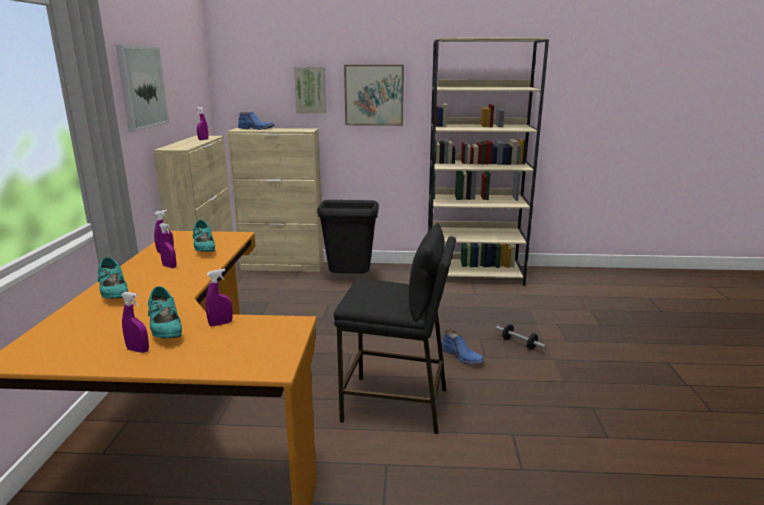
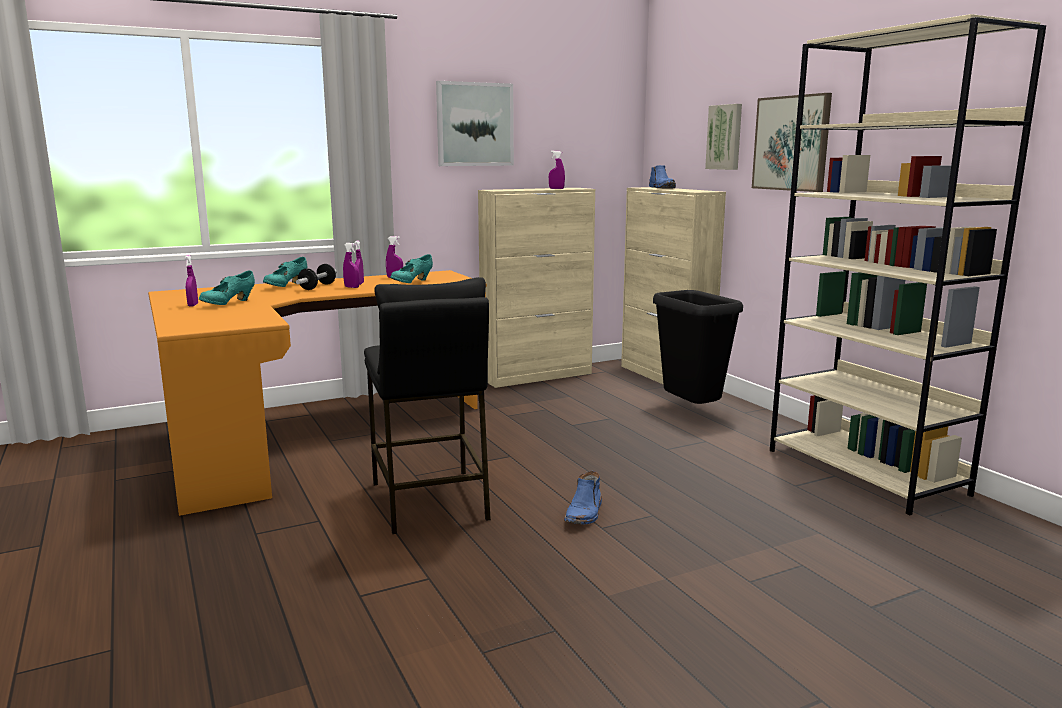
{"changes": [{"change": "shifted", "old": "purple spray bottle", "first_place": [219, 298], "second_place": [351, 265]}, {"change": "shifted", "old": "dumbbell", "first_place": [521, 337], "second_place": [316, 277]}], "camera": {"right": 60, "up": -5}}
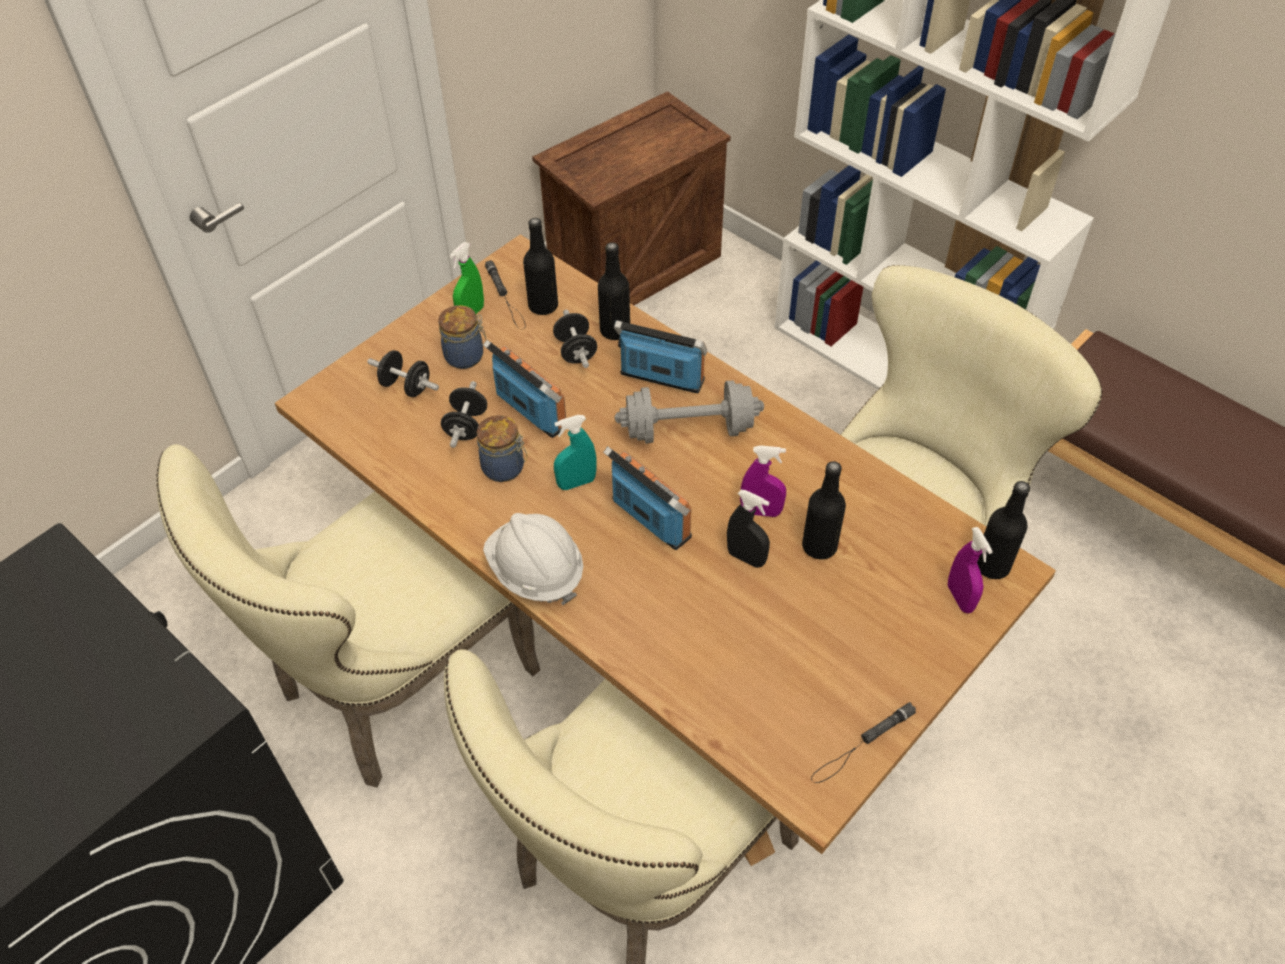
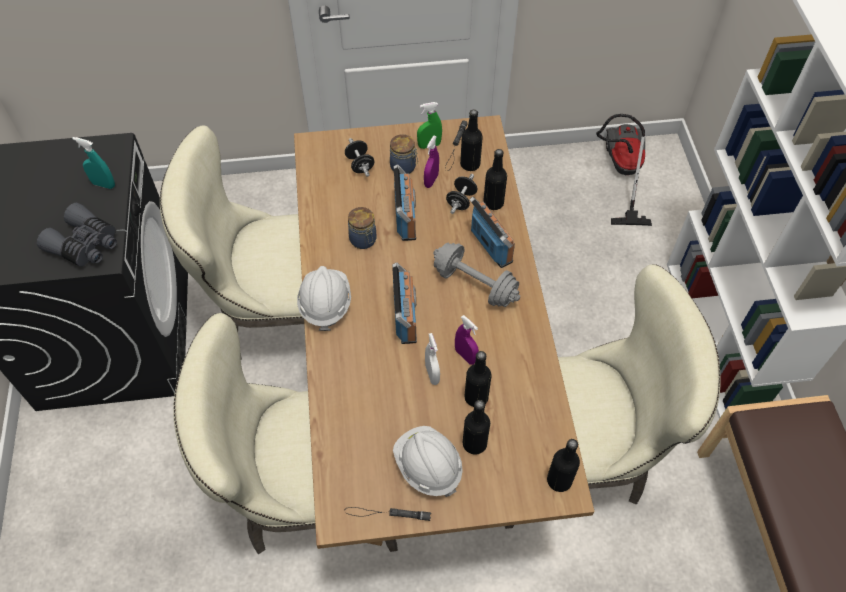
{"changes": [{"change": "gone", "old": "black dumbbell", "first_place": [464, 414]}, {"change": "new", "new": "grey binoculars", "second_place": [77, 235]}, {"change": "new", "new": "white hard hat", "second_place": [428, 461]}, {"change": "new", "new": "black bottle", "second_place": [476, 427]}, {"change": "shifted", "old": "turquoise spray bottle", "first_place": [575, 452], "second_place": [93, 163]}, {"change": "shifted", "old": "purple spray bottle", "first_place": [970, 570], "second_place": [431, 162]}, {"change": "swapped", "old": "crate", "new": "vacuum cleaner", "first_place": [631, 198], "second_place": [624, 170]}, {"change": "repainted", "old": "black spray bottle", "new": "white spray bottle", "first_place": [748, 529], "second_place": [432, 359]}], "camera": {"right": 40, "up": 5}}
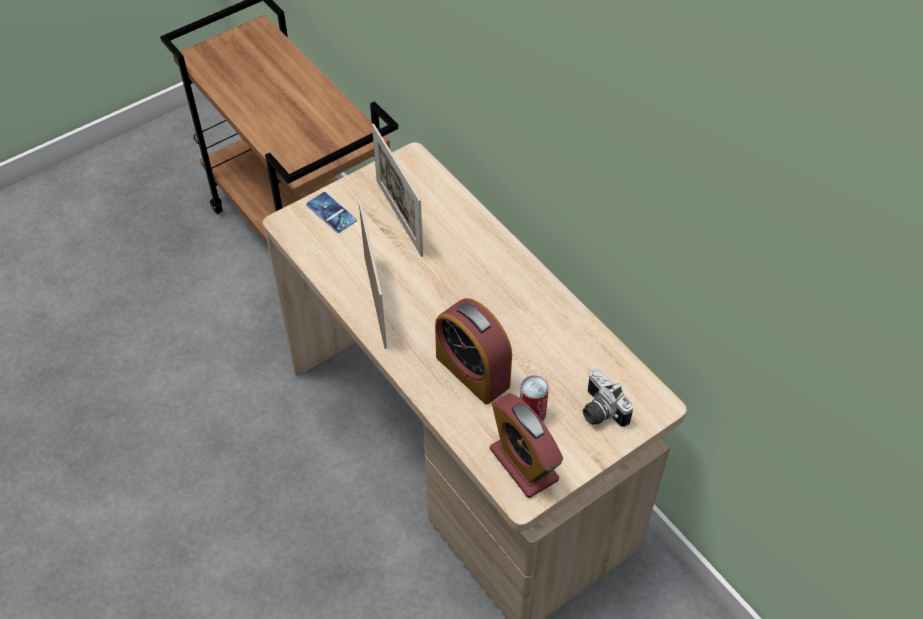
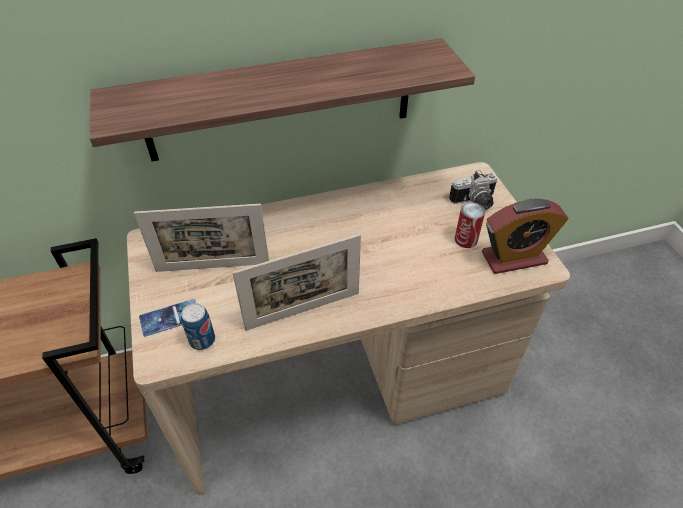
{"changes": [{"change": "gone", "old": "alarm clock", "first_place": [473, 351]}, {"change": "new", "new": "shelf", "second_place": [282, 100]}, {"change": "new", "new": "can", "second_place": [198, 326]}, {"change": "rotated", "old": "picture frame", "first_place": [373, 275], "second_place": [296, 282], "degrees": 150}], "camera": {"right": -70, "up": -5}}
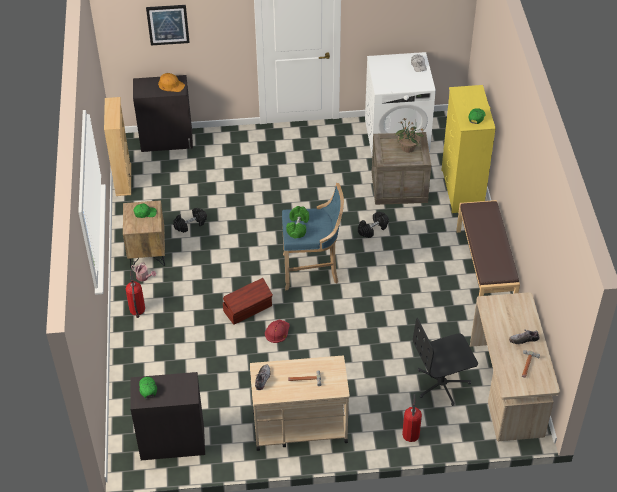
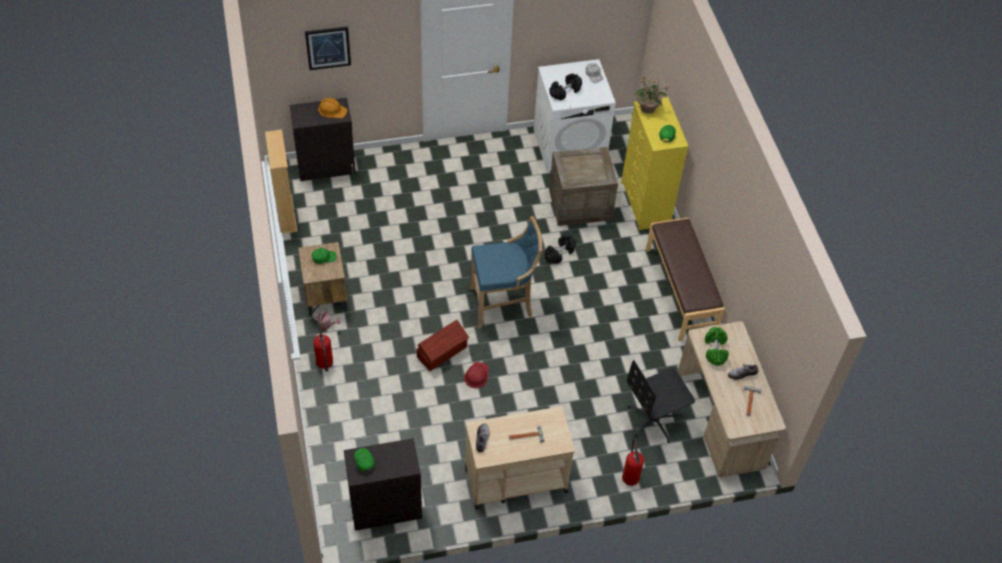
{"changes": [{"change": "shifted", "old": "black dumbbell", "first_place": [190, 220], "second_place": [565, 86]}, {"change": "shifted", "old": "green dumbbell", "first_place": [297, 222], "second_place": [717, 346]}, {"change": "shifted", "old": "potted plant", "first_place": [410, 135], "second_place": [651, 94]}], "camera": {"right": -10, "up": 5}}
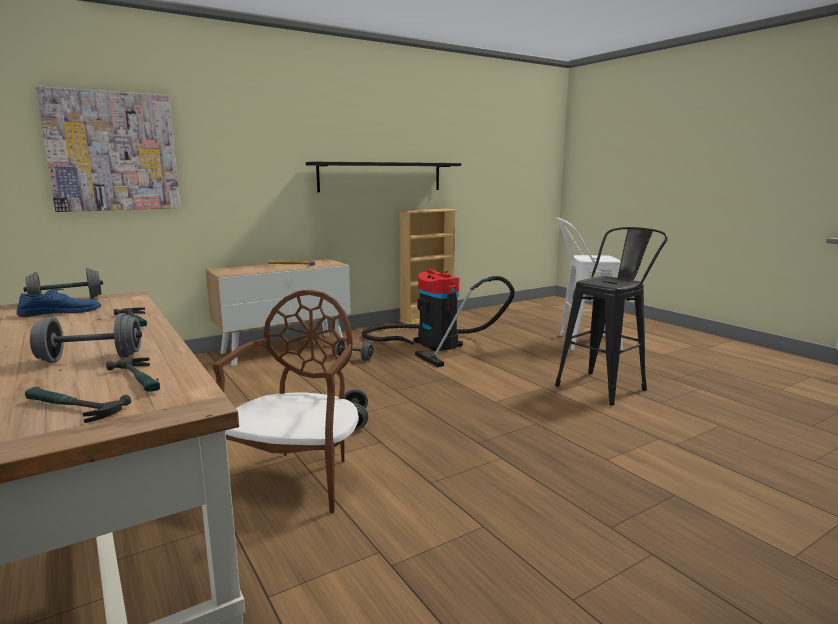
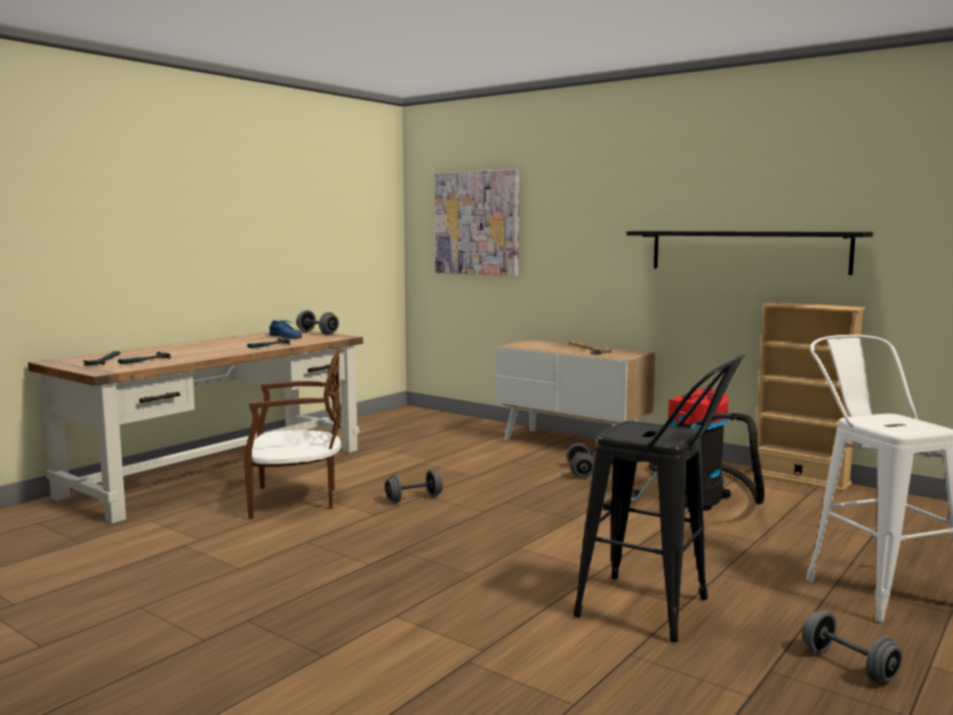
{"changes": [{"change": "shifted", "old": "grey dumbbell", "first_place": [86, 338], "second_place": [852, 646]}], "camera": {"right": 70, "up": -5}}
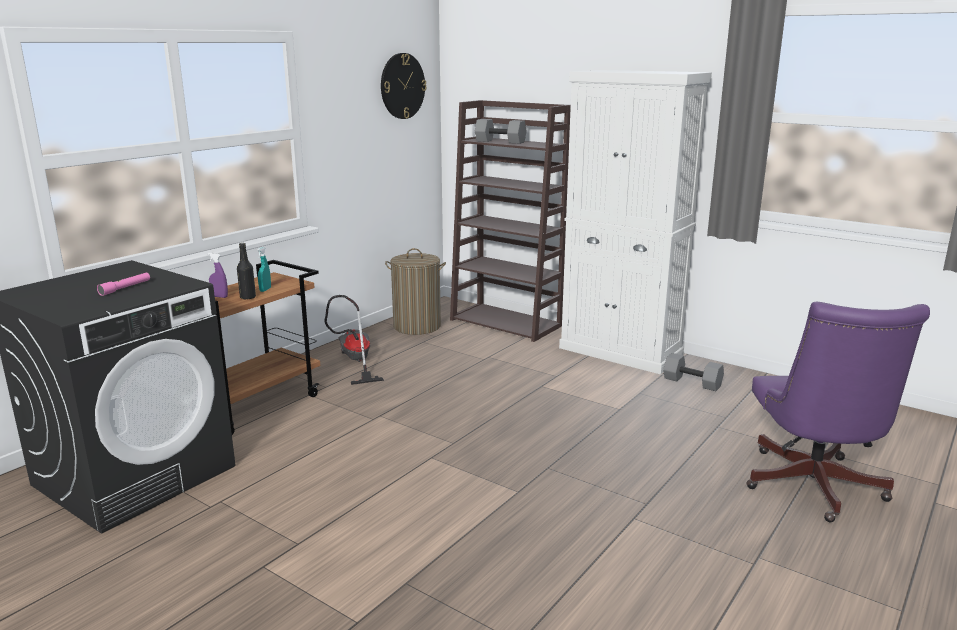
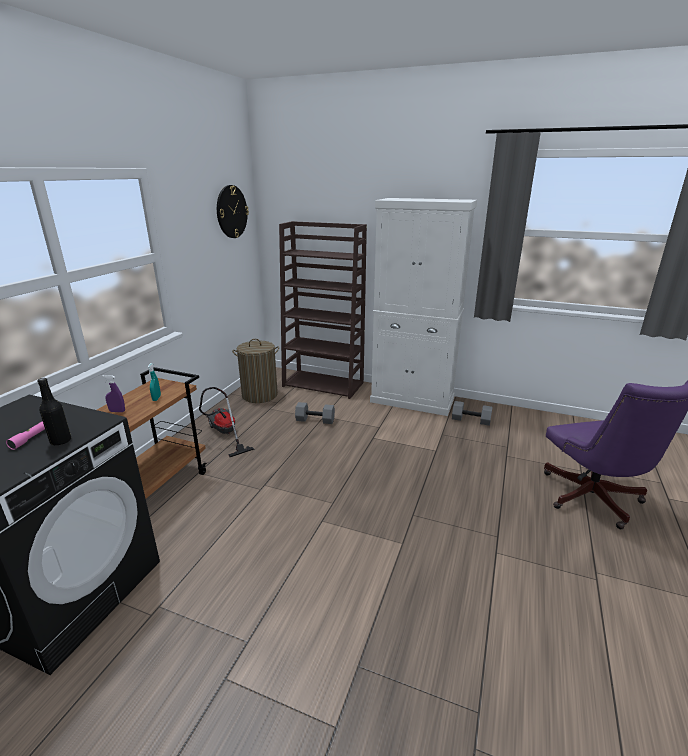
{"changes": [{"change": "shifted", "old": "black bottle", "first_place": [246, 271], "second_place": [54, 412]}, {"change": "shifted", "old": "grey dumbbell", "first_place": [501, 131], "second_place": [315, 413]}], "camera": {"right": -15, "up": 5}}
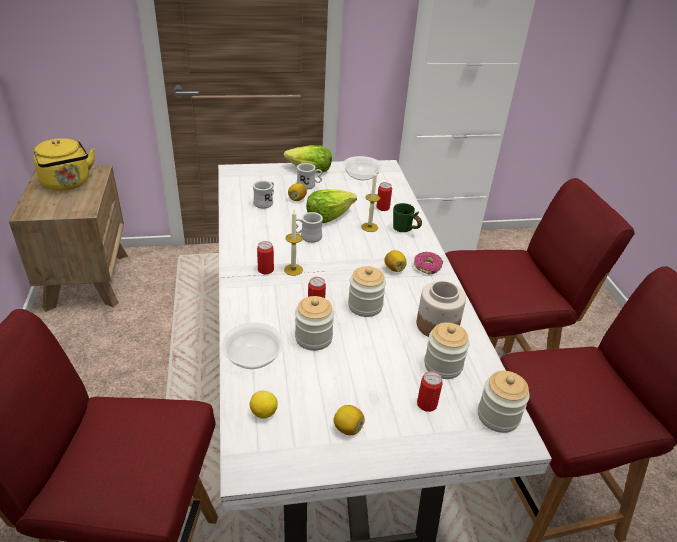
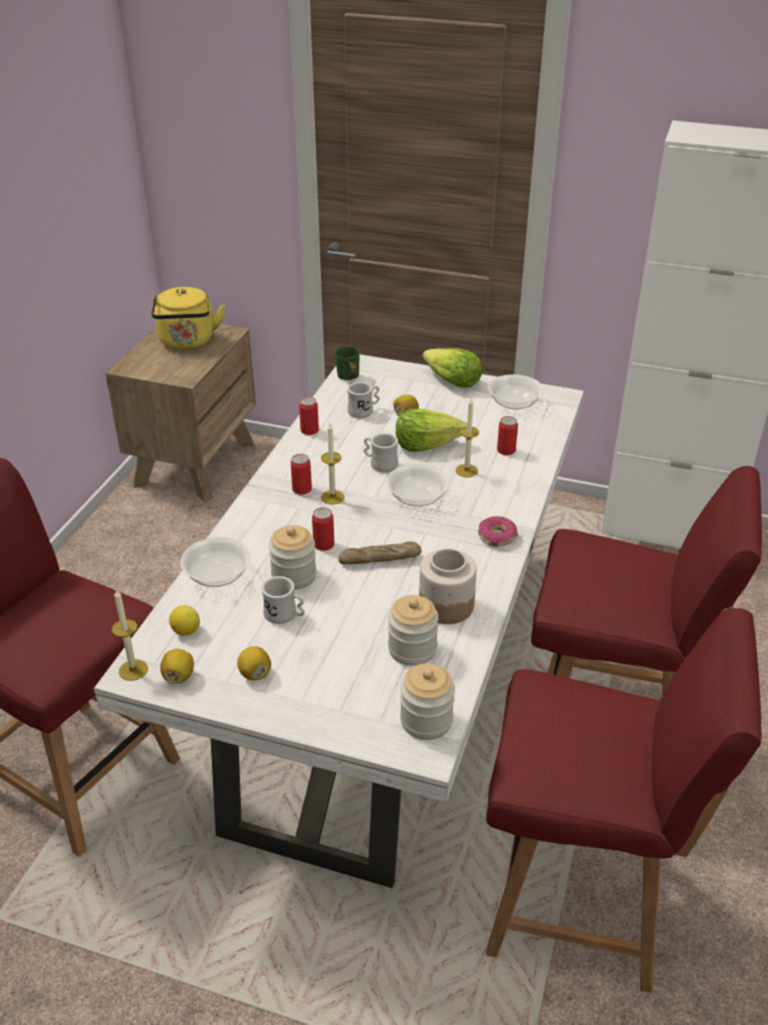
{"changes": [{"change": "new", "new": "candle", "second_place": [130, 635]}, {"change": "new", "new": "bowl", "second_place": [418, 485]}, {"change": "shifted", "old": "white mug", "first_place": [309, 176], "second_place": [283, 600]}, {"change": "shifted", "old": "lemon", "first_place": [395, 261], "second_place": [177, 666]}, {"change": "shifted", "old": "green mug", "first_place": [407, 217], "second_place": [347, 363]}, {"change": "shifted", "old": "can", "first_place": [430, 391], "second_place": [309, 416]}, {"change": "swapped", "old": "jar", "new": "bread", "first_place": [367, 291], "second_place": [379, 552]}], "camera": {"right": 30, "up": 0}}
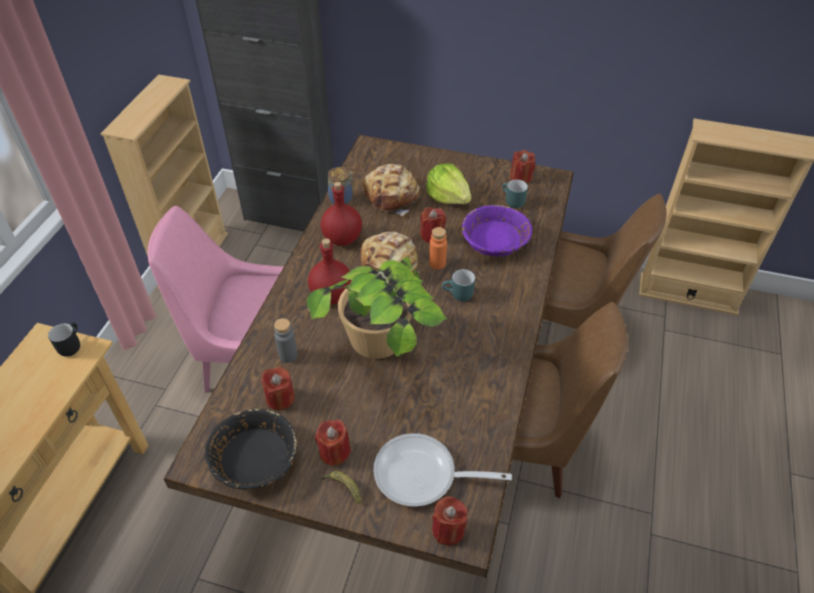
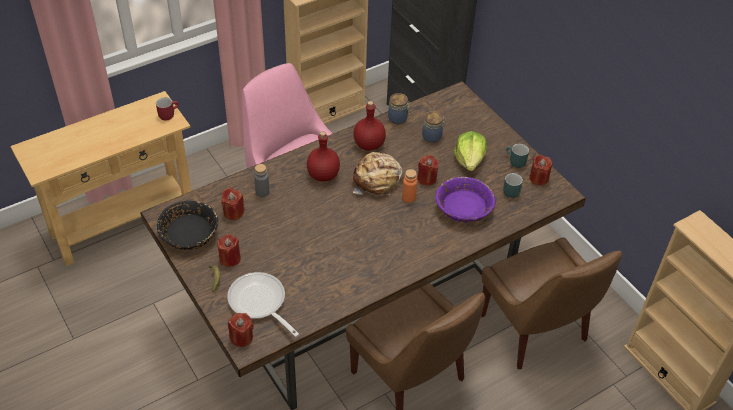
{"changes": [{"change": "gone", "old": "potted plant", "first_place": [377, 307]}, {"change": "shifted", "old": "turquoise mug", "first_place": [458, 285], "second_place": [517, 156]}, {"change": "swapped", "old": "bread", "new": "jar", "first_place": [391, 190], "second_place": [434, 127]}, {"change": "repainted", "old": "black mug", "new": "red mug", "first_place": [64, 339], "second_place": [167, 109]}], "camera": {"right": 40, "up": 0}}
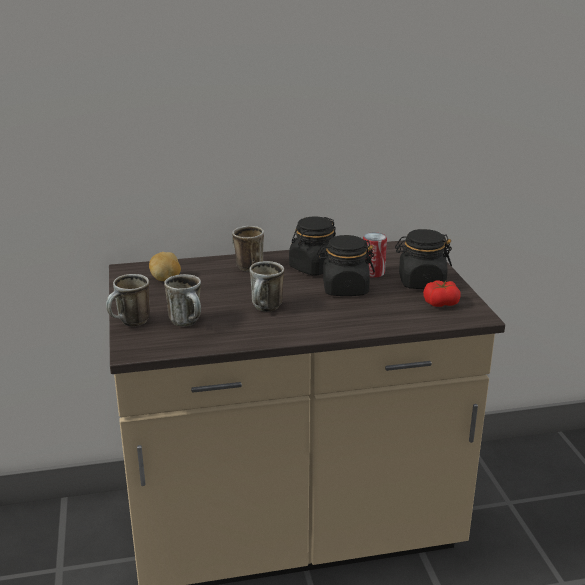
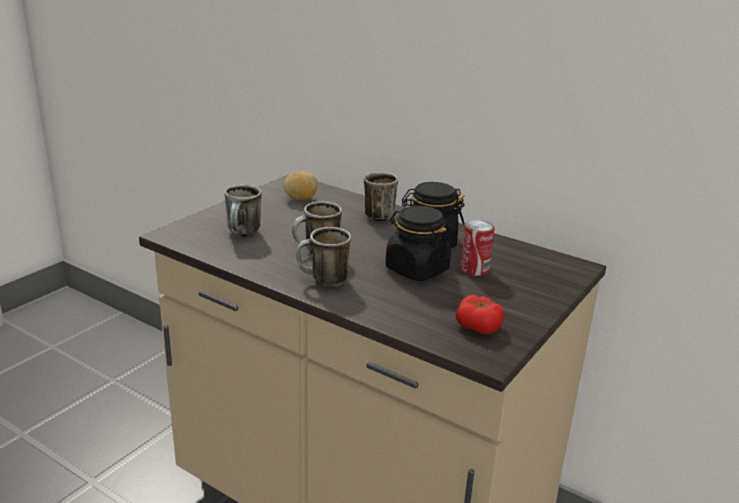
{"changes": [{"change": "gone", "old": "black jar", "first_place": [423, 259]}, {"change": "shifted", "old": "mug", "first_place": [128, 300], "second_place": [323, 257]}], "camera": {"right": 45, "up": 0}}
